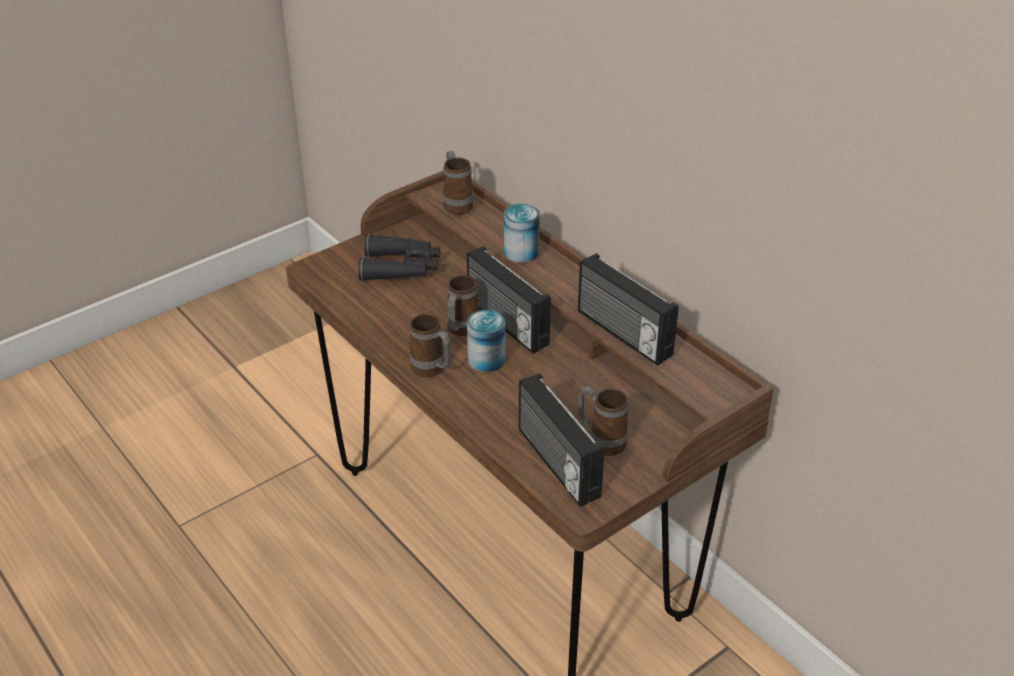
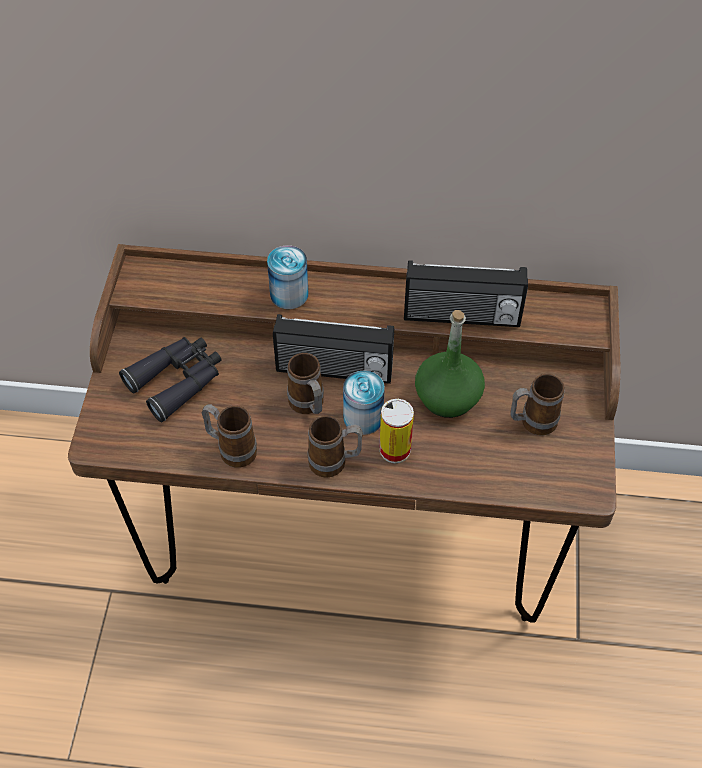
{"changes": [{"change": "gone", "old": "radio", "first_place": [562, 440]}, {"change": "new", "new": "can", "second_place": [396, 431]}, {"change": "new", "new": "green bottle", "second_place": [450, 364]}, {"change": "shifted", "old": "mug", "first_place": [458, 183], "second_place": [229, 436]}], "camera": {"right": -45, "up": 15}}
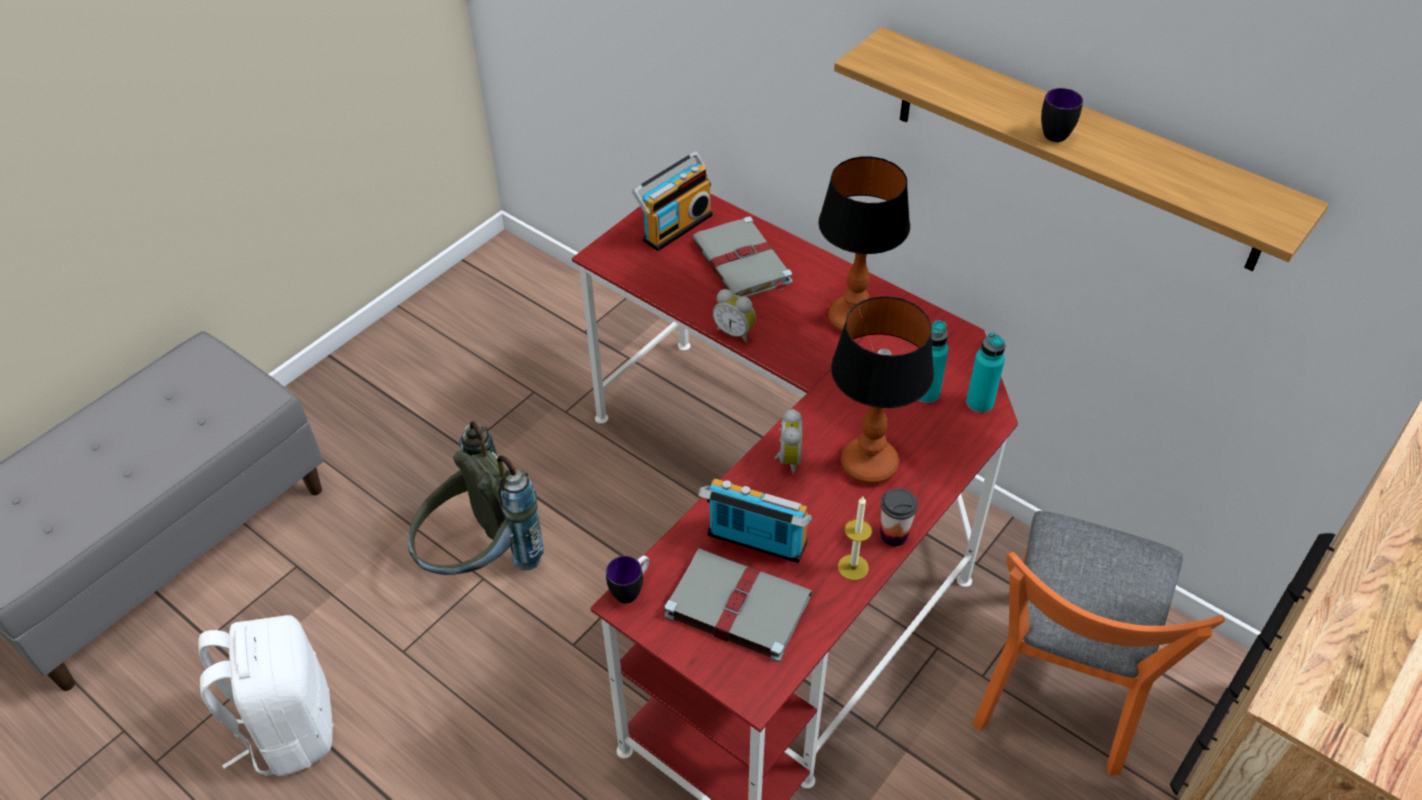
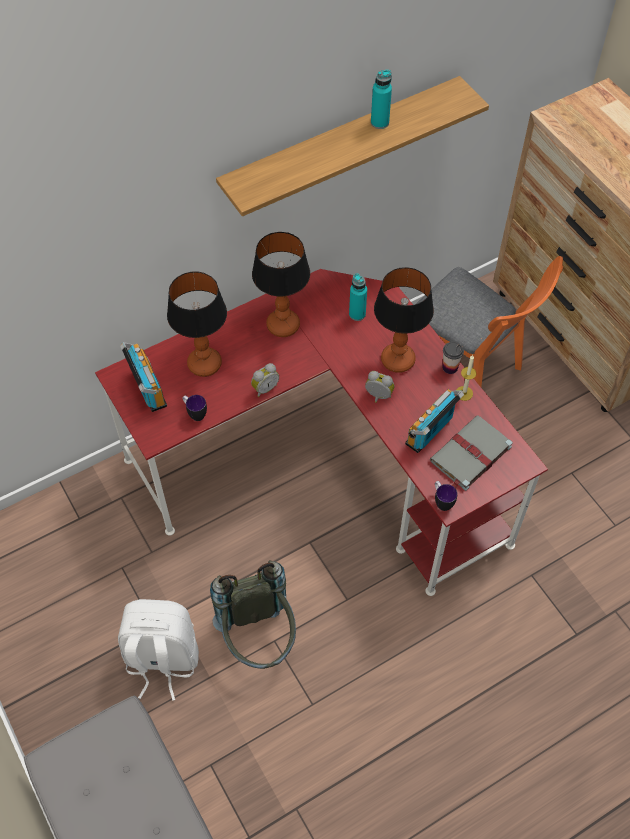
{"changes": [{"change": "shifted", "old": "white backpack", "first_place": [266, 695], "second_place": [158, 650]}, {"change": "shifted", "old": "turquoise bottle", "first_place": [986, 372], "second_place": [381, 99]}, {"change": "shifted", "old": "mug", "first_place": [1062, 115], "second_place": [194, 408]}, {"change": "swapped", "old": "grey book", "new": "table lamp", "first_place": [742, 256], "second_place": [197, 324]}], "camera": {"right": -70, "up": 10}}
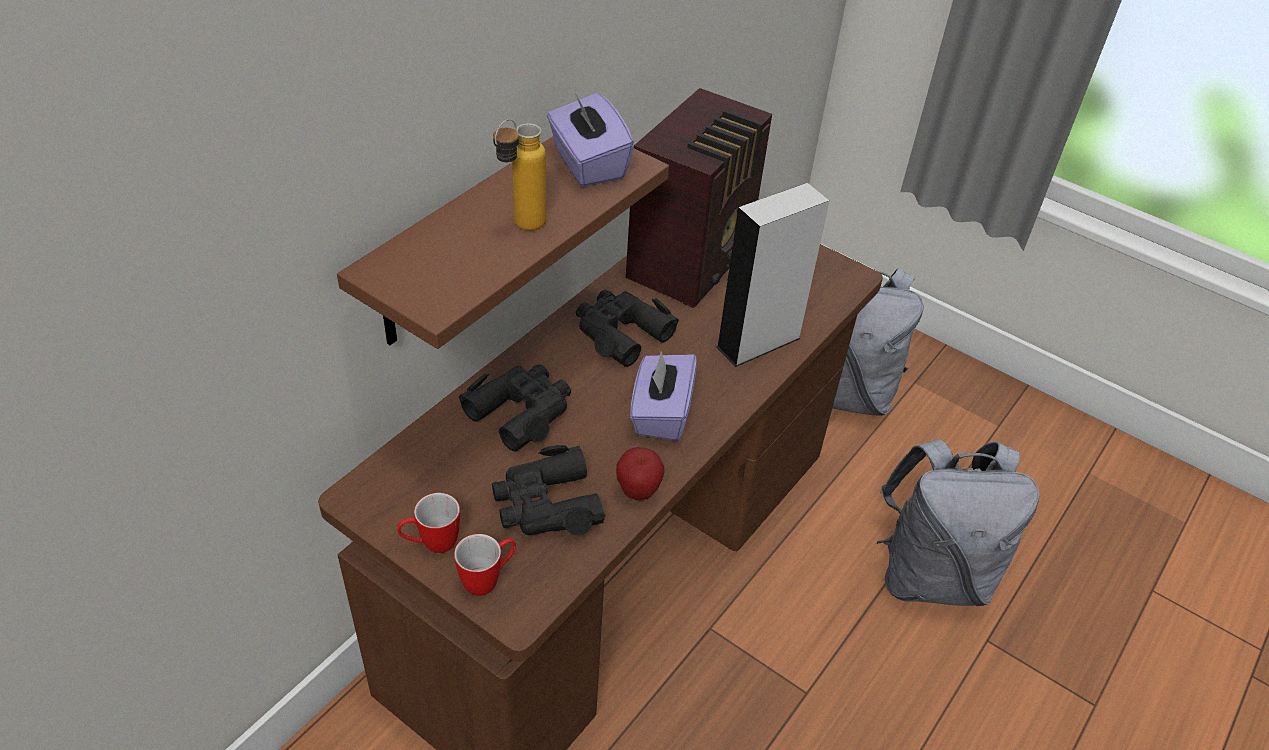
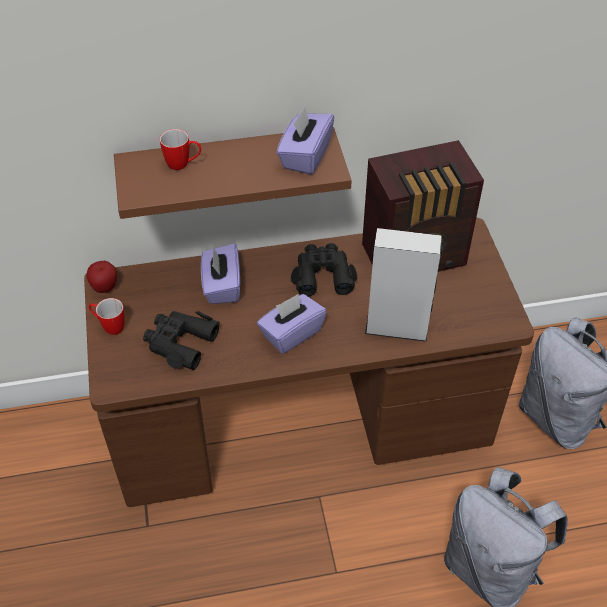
{"changes": [{"change": "gone", "old": "bottle", "first_place": [519, 174]}, {"change": "shifted", "old": "mug", "first_place": [485, 565], "second_place": [180, 149]}, {"change": "shifted", "old": "apple", "first_place": [640, 473], "second_place": [101, 277]}, {"change": "swapped", "old": "black binoculars", "new": "purple tissue box", "first_place": [515, 408], "second_place": [220, 274]}], "camera": {"right": 45, "up": 5}}
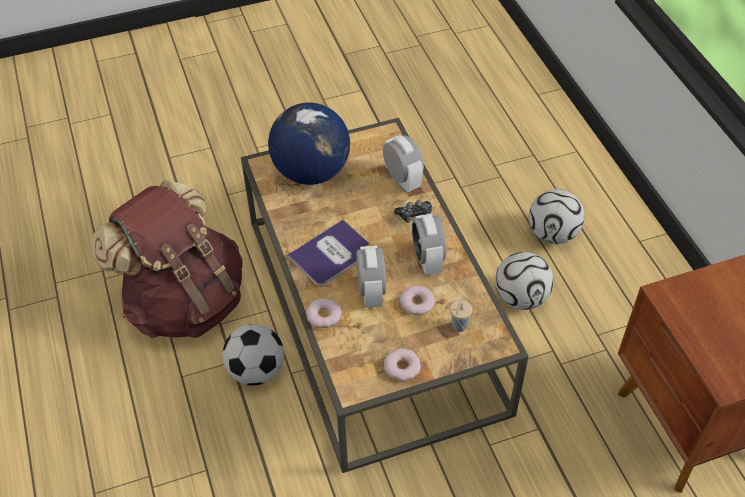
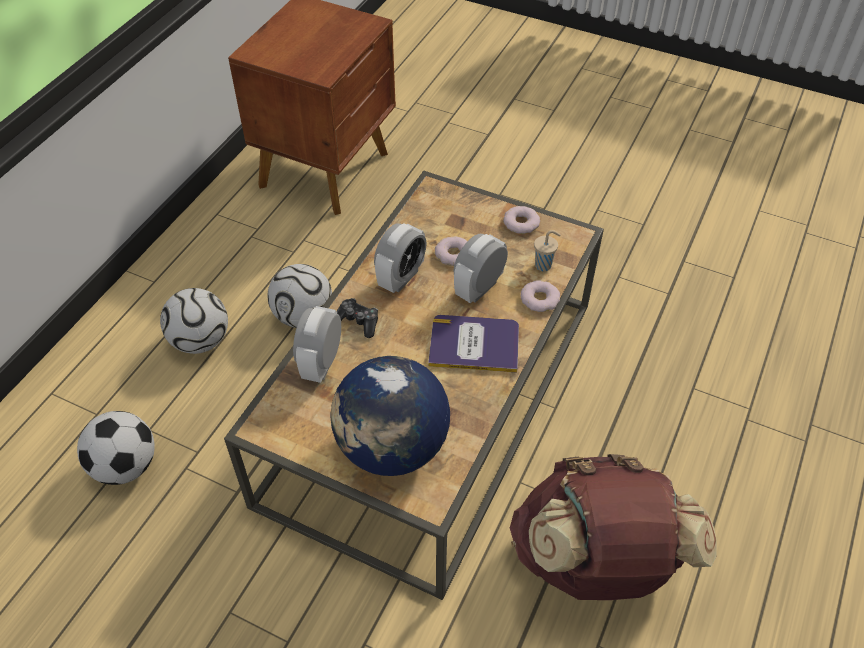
{"changes": [{"change": "shifted", "old": "football", "first_place": [253, 354], "second_place": [116, 448]}, {"change": "shifted", "old": "beige cup", "first_place": [461, 316], "second_place": [547, 251]}], "camera": {"right": -135, "up": 0}}
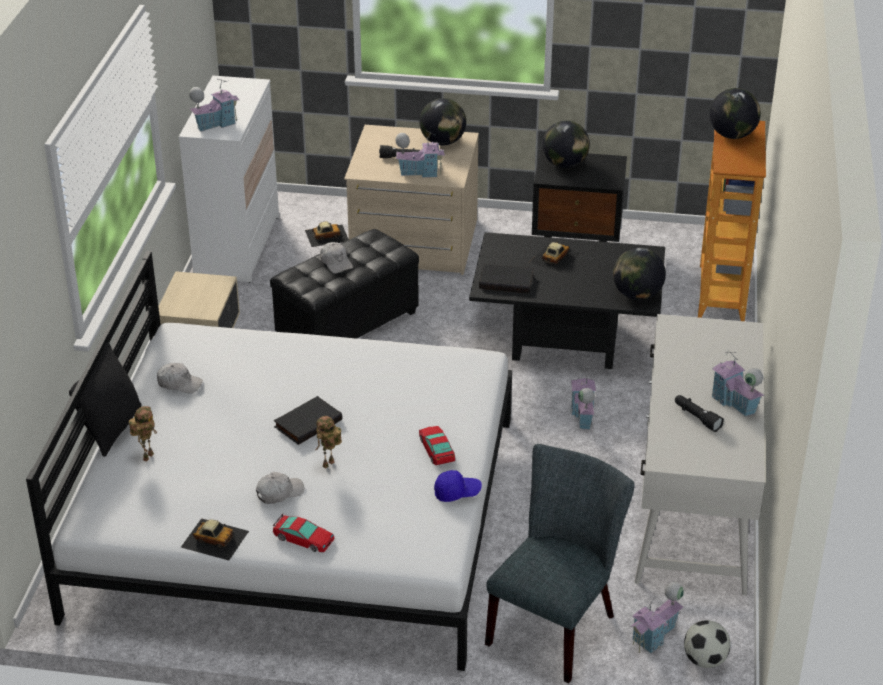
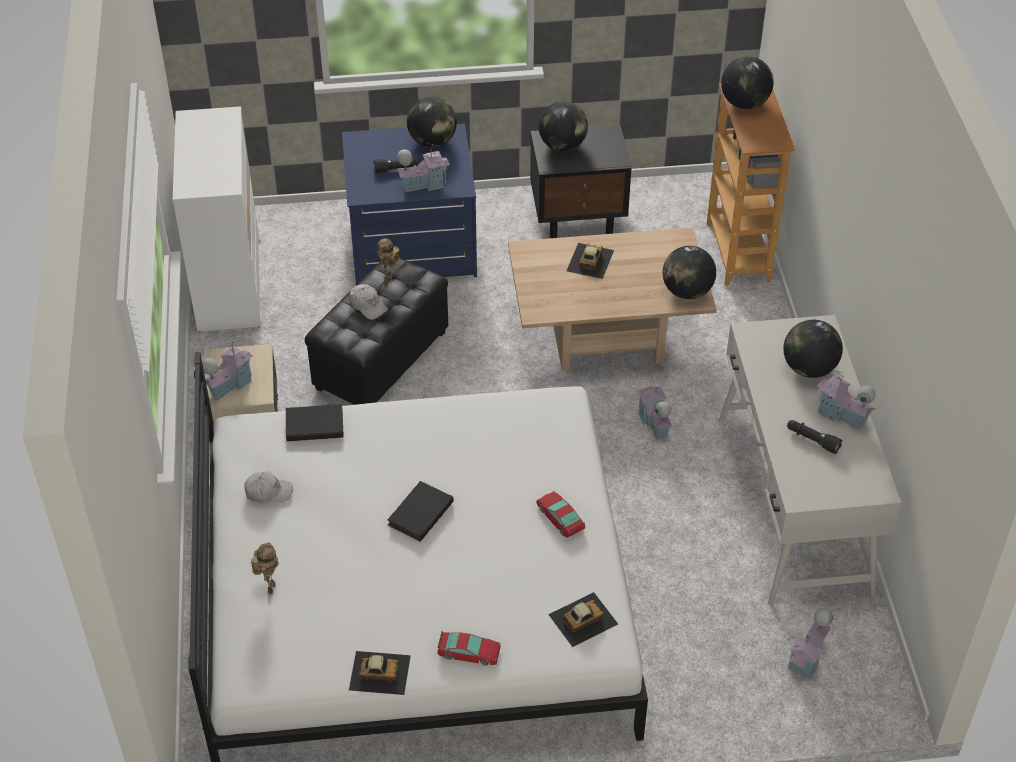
{"changes": [{"change": "gone", "old": "black pillow", "first_place": [105, 399]}, {"change": "gone", "old": "white cap", "first_place": [280, 488]}, {"change": "gone", "old": "blue cap", "first_place": [458, 486]}, {"change": "gone", "old": "grey chair", "first_place": [559, 563]}, {"change": "gone", "old": "football", "first_place": [707, 644]}, {"change": "new", "new": "globe", "second_place": [813, 349]}, {"change": "shifted", "old": "toy house", "first_place": [214, 105], "second_place": [227, 371]}, {"change": "shifted", "old": "toy car", "first_place": [327, 234], "second_place": [583, 619]}, {"change": "shifted", "old": "toy robot", "first_place": [328, 442], "second_place": [388, 260]}, {"change": "shifted", "old": "black book", "first_place": [506, 278], "second_place": [315, 422]}, {"change": "repainted", "old": "beige dresser", "new": "blue dresser", "first_place": [411, 200], "second_place": [409, 204]}, {"change": "repainted", "old": "black coffee table", "new": "beige coffee table", "first_place": [567, 300], "second_place": [612, 299]}], "camera": {"right": -15, "up": 10}}
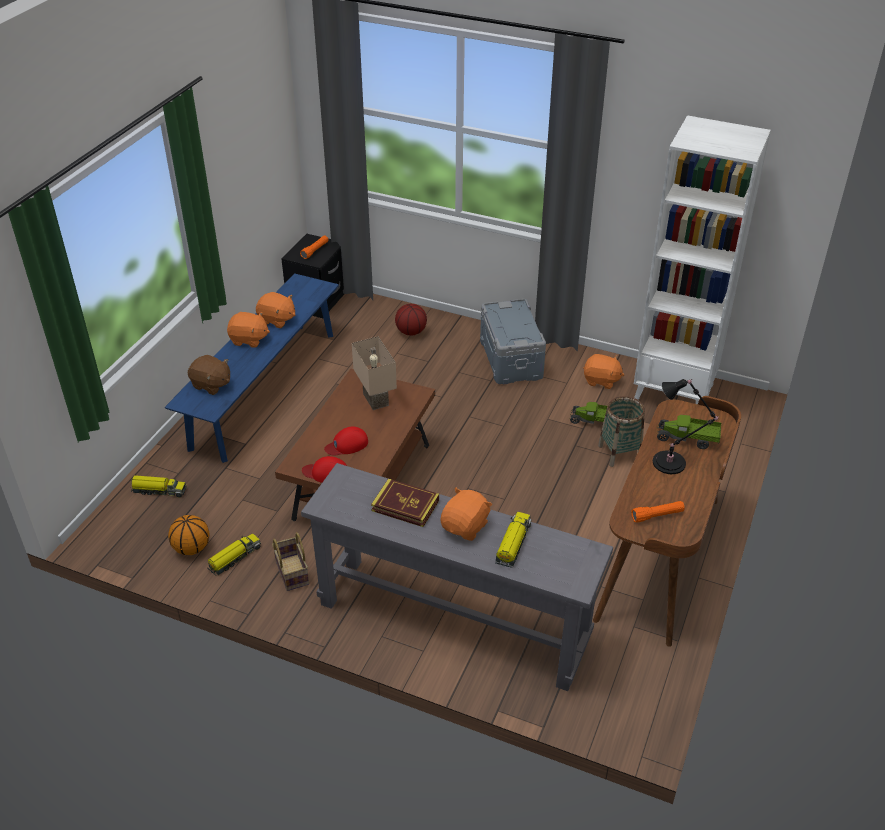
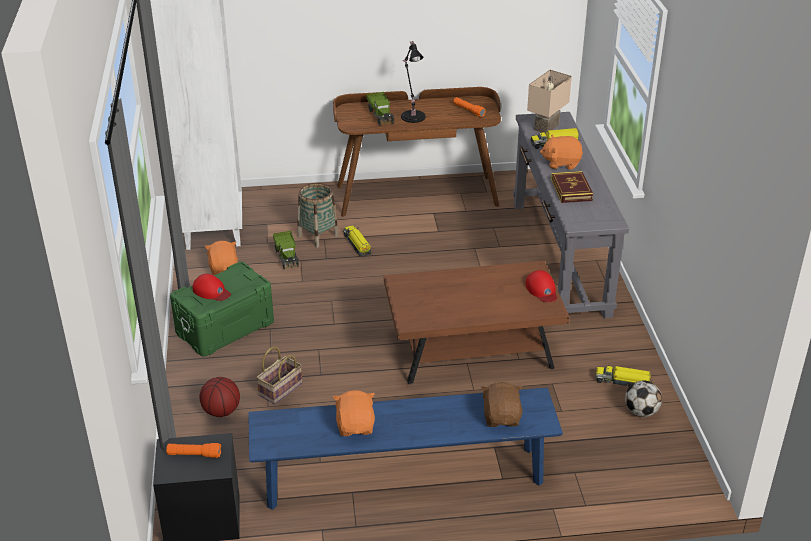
{"changes": [{"change": "gone", "old": "orange plush toy", "first_place": [248, 330]}, {"change": "shifted", "old": "toy truck", "first_place": [159, 486], "second_place": [358, 241]}, {"change": "shifted", "old": "basket", "first_place": [290, 561], "second_place": [279, 375]}, {"change": "shifted", "old": "red cap", "first_place": [346, 441], "second_place": [211, 287]}, {"change": "shifted", "old": "beige table lamp", "first_place": [374, 373], "second_place": [549, 102]}, {"change": "swapped", "old": "basketball", "new": "football", "first_place": [188, 535], "second_place": [643, 398]}, {"change": "repainted", "old": "grey storage box", "new": "green storage box", "first_place": [513, 342], "second_place": [222, 309]}], "camera": {"right": -120, "up": -5}}
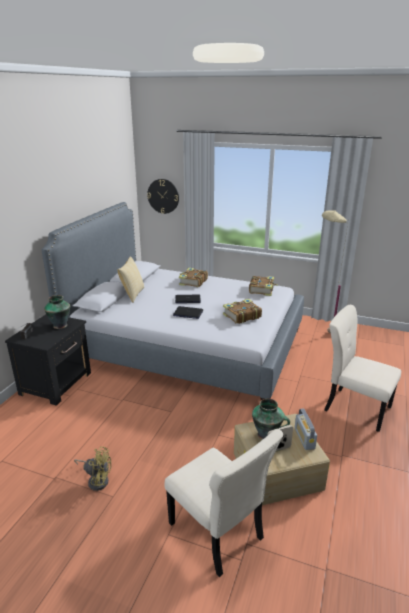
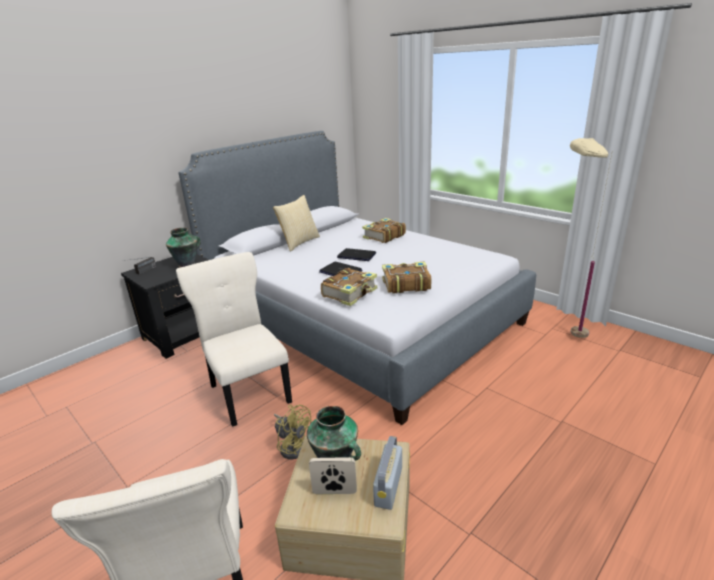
{"changes": [{"change": "gone", "old": "wall clock", "first_place": [163, 196]}, {"change": "shifted", "old": "yellow fan", "first_place": [92, 469], "second_place": [293, 432]}, {"change": "shifted", "old": "book", "first_place": [263, 286], "second_place": [349, 287]}, {"change": "shifted", "old": "beige chair", "first_place": [362, 368], "second_place": [234, 339]}], "camera": {"right": 25, "up": 0}}
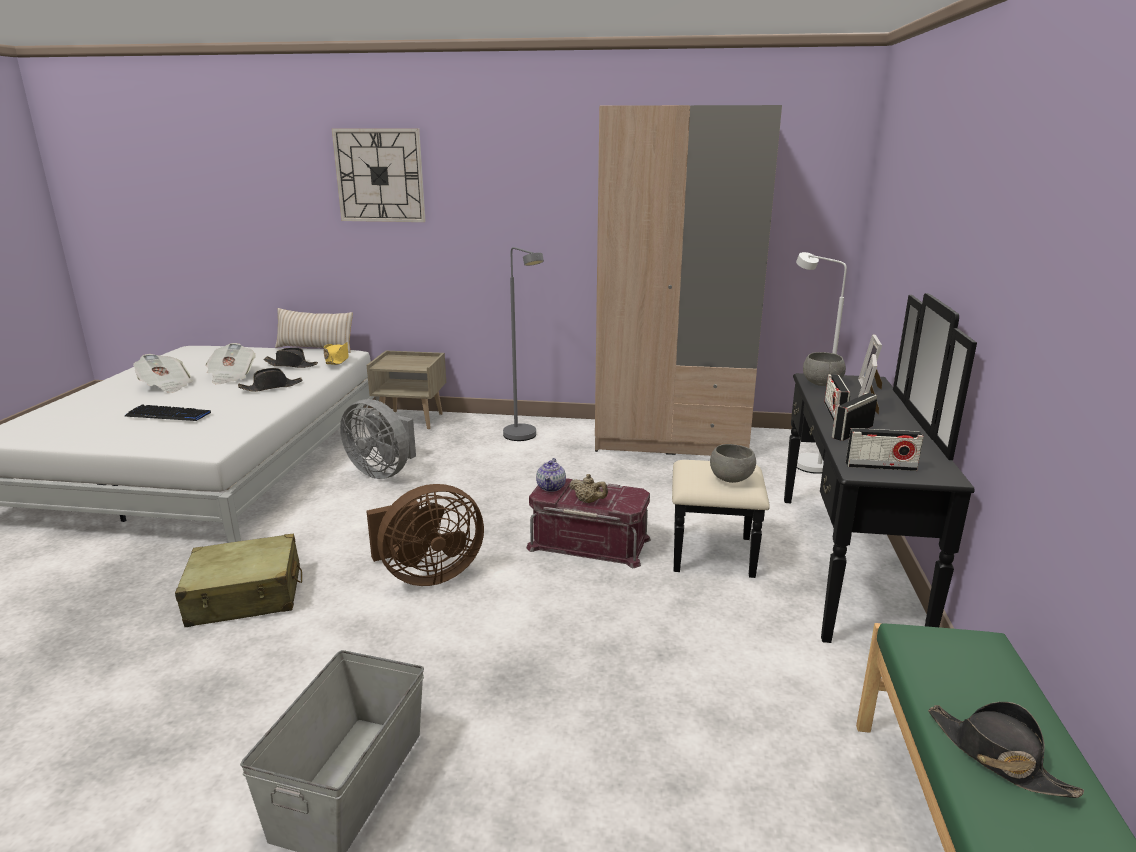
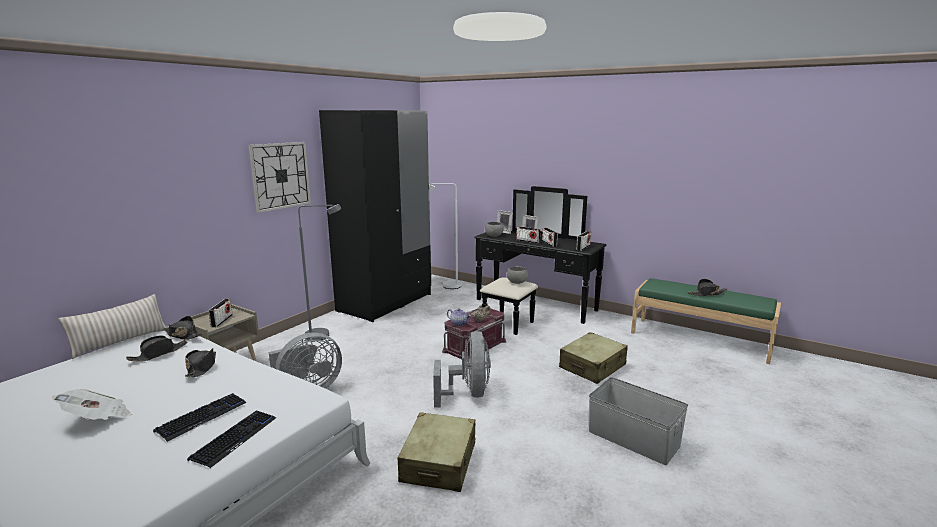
{"changes": [{"change": "gone", "old": "newspaper", "first_place": [231, 363]}, {"change": "new", "new": "keyboard", "second_place": [231, 439]}, {"change": "new", "new": "radio", "second_place": [220, 313]}, {"change": "new", "new": "beige suitcase", "second_place": [593, 358]}, {"change": "shifted", "old": "wall clock", "first_place": [379, 175], "second_place": [279, 177]}, {"change": "repainted", "old": "yellow hat", "new": "black hat", "first_place": [336, 353], "second_place": [183, 328]}, {"change": "repainted", "old": "brown fan", "new": "grey fan", "first_place": [425, 535], "second_place": [462, 369]}, {"change": "repainted", "old": "beige wardrobe", "new": "black wardrobe", "first_place": [688, 280], "second_place": [375, 216]}], "camera": {"right": -65, "up": -5}}
